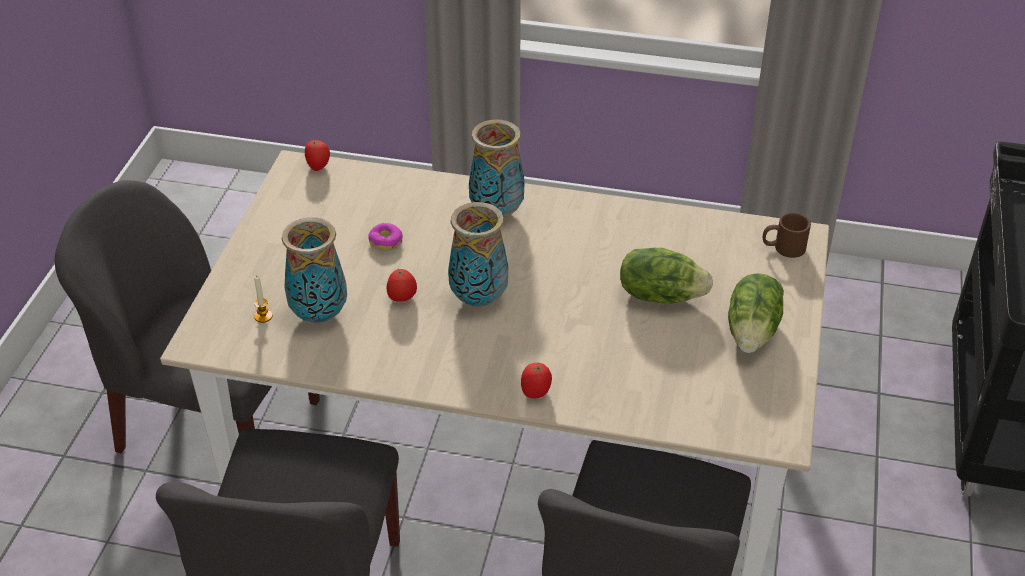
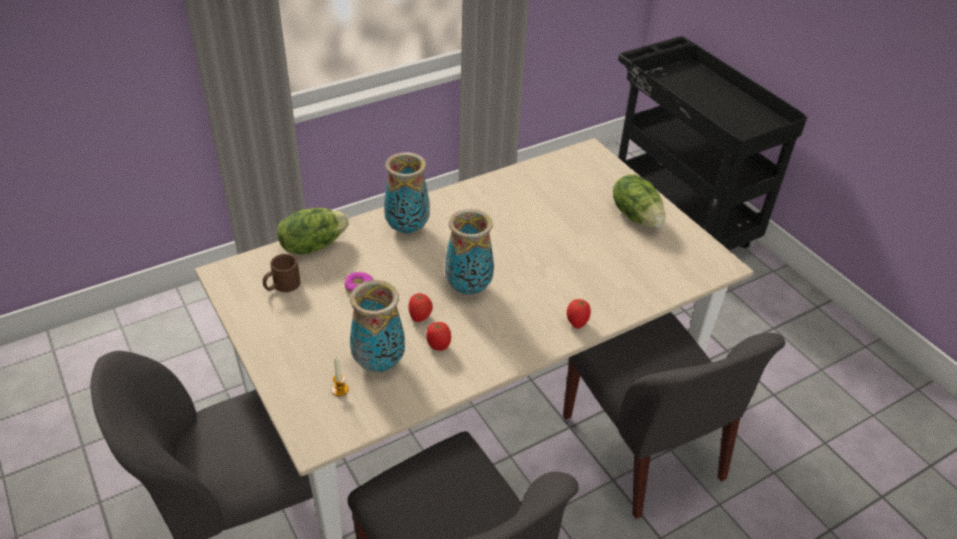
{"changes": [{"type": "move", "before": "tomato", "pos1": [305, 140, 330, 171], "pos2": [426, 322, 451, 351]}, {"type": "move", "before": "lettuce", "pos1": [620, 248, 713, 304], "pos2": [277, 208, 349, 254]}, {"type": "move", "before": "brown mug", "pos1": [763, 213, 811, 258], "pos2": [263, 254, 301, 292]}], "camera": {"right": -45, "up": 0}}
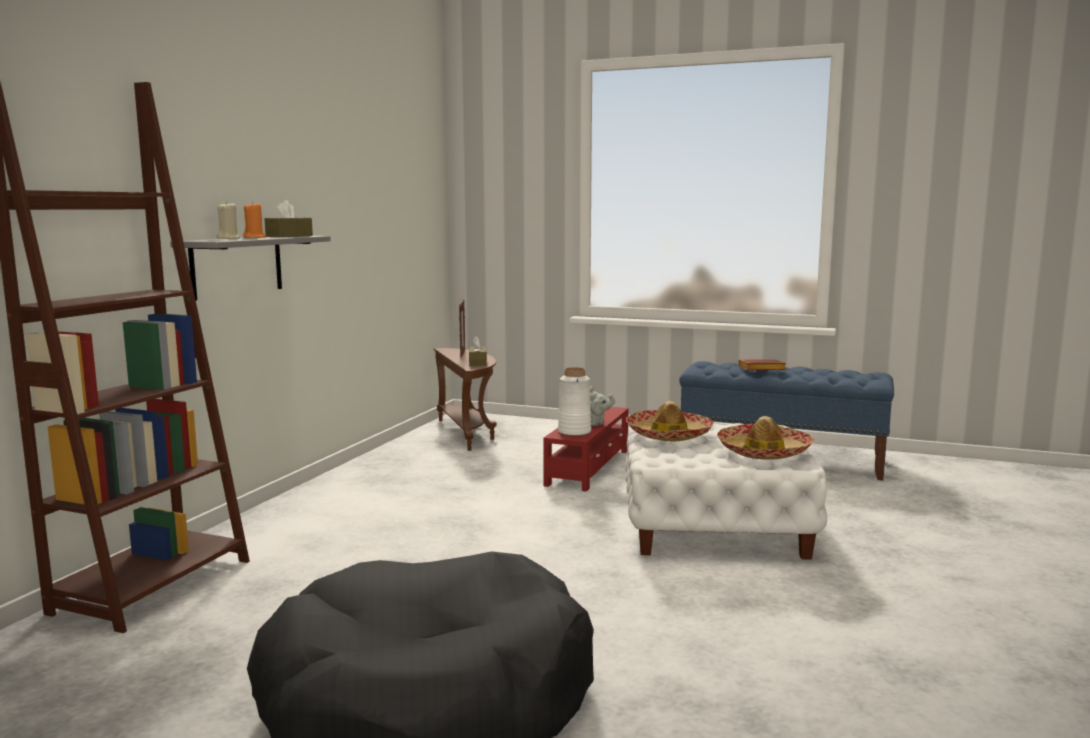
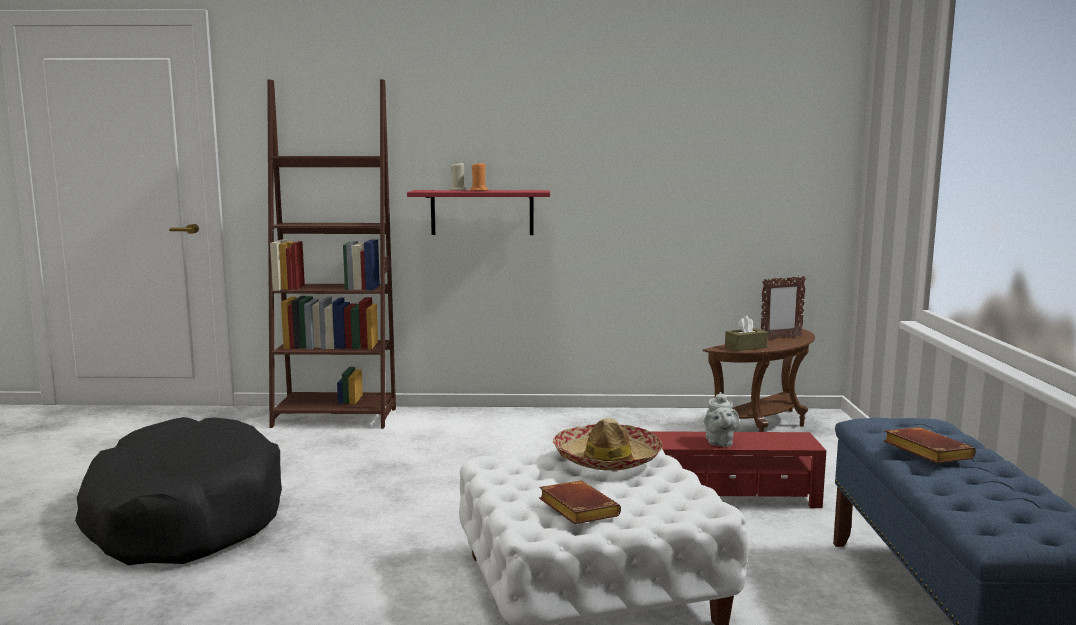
{"changes": [{"type": "recolor", "before": "grey shelf", "after": "red shelf", "pos1": [170, 236, 331, 301], "pos2": [407, 190, 550, 235]}, {"type": "delete", "before": "brown tissue box", "pos1": [265, 200, 313, 237]}, {"type": "delete", "before": "white vase", "pos1": [558, 367, 591, 436]}, {"type": "replace", "before": "hat", "after": "brown book", "pos1": [717, 416, 814, 460], "pos2": [539, 481, 621, 524]}], "camera": {"right": 70, "up": 0}}
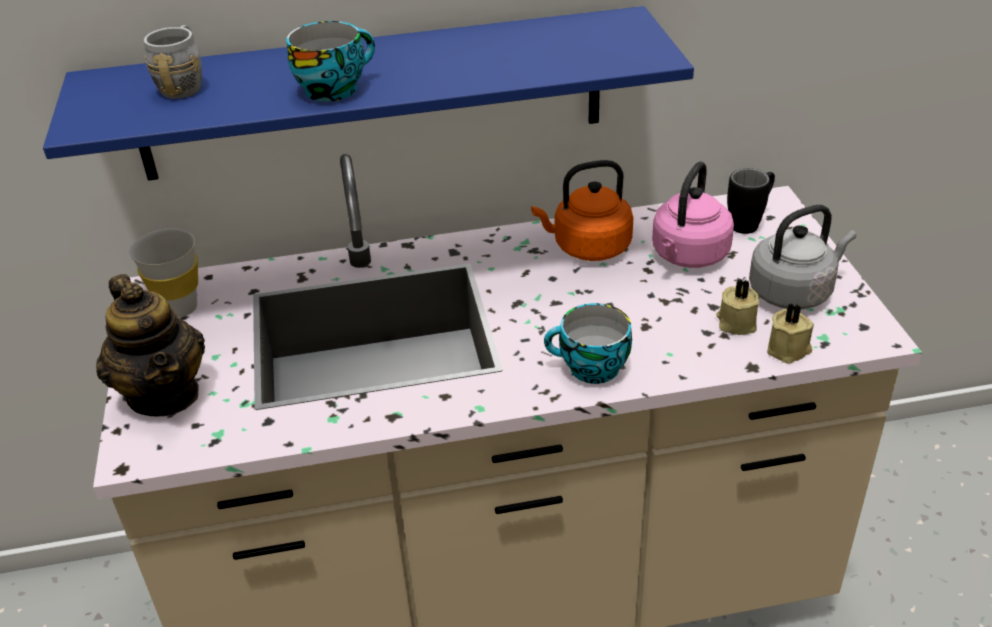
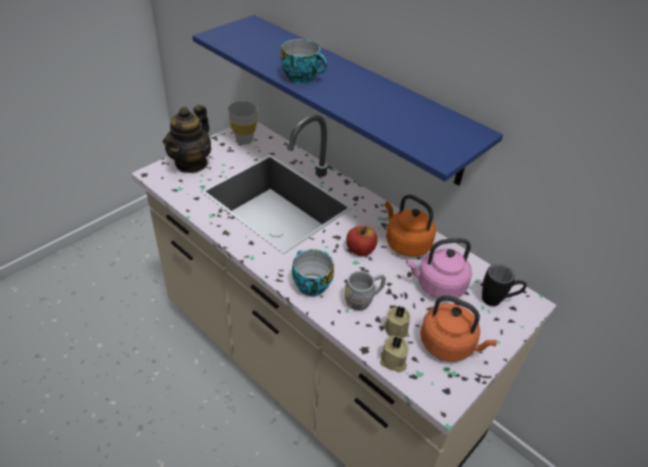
{"changes": [{"type": "move", "before": "grey mug", "pos1": [144, 25, 202, 99], "pos2": [344, 271, 386, 311]}, {"type": "recolor", "before": "grey kettle", "after": "orange kettle", "pos1": [749, 204, 856, 309], "pos2": [420, 295, 497, 362]}, {"type": "insert", "after": "apple", "pos2": [346, 226, 377, 256]}], "camera": {"right": 50, "up": 5}}
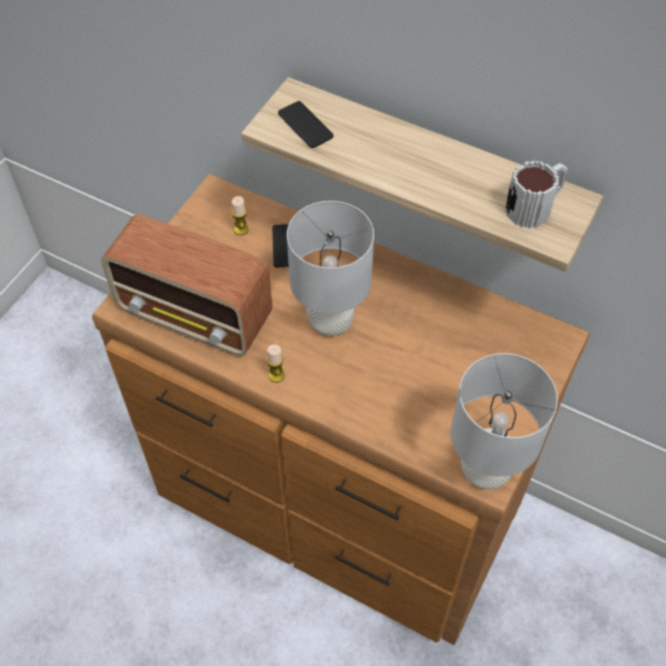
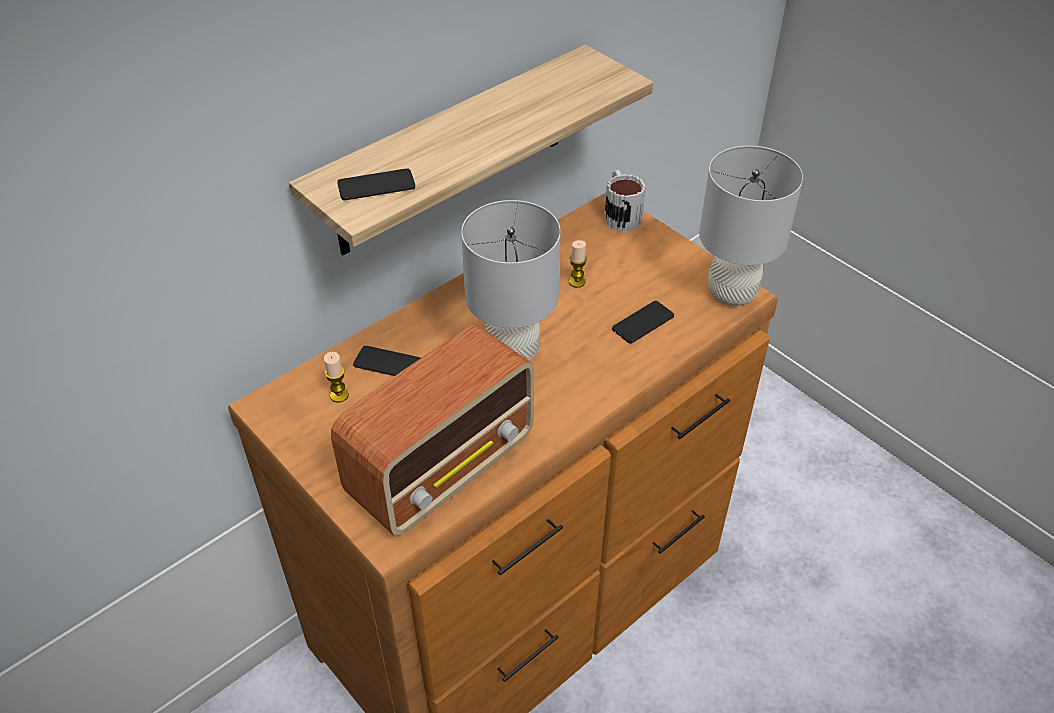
{"changes": [{"type": "move", "before": "candle", "pos1": [267, 344, 285, 382], "pos2": [569, 240, 587, 288]}, {"type": "move", "before": "mug", "pos1": [505, 160, 568, 229], "pos2": [604, 170, 646, 232]}, {"type": "insert", "after": "phone", "pos2": [612, 301, 674, 343]}], "camera": {"right": -70, "up": -10}}
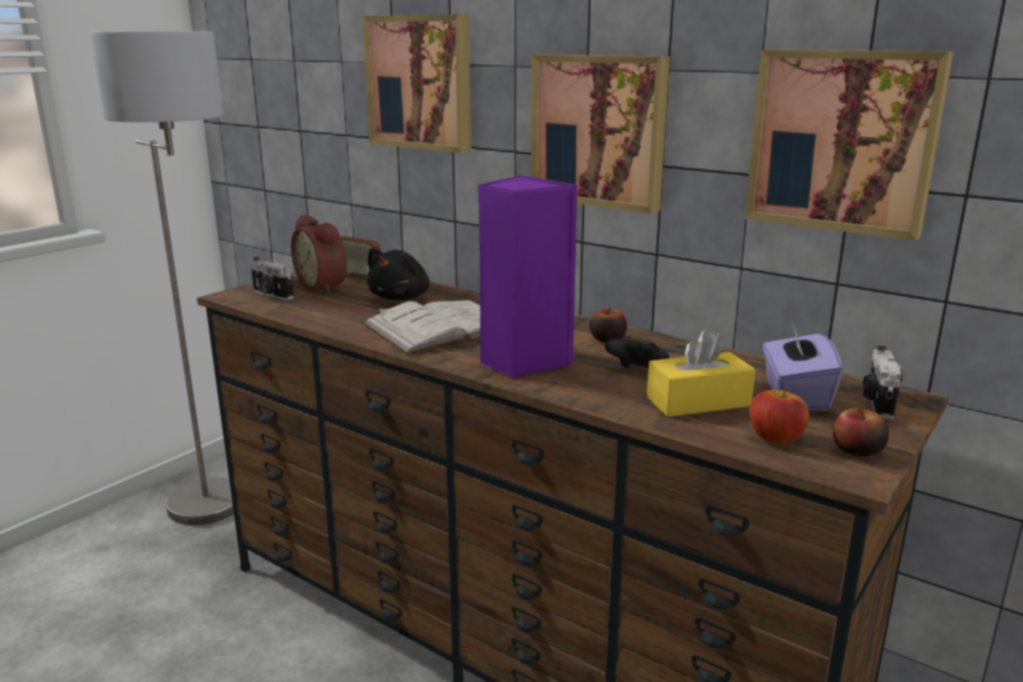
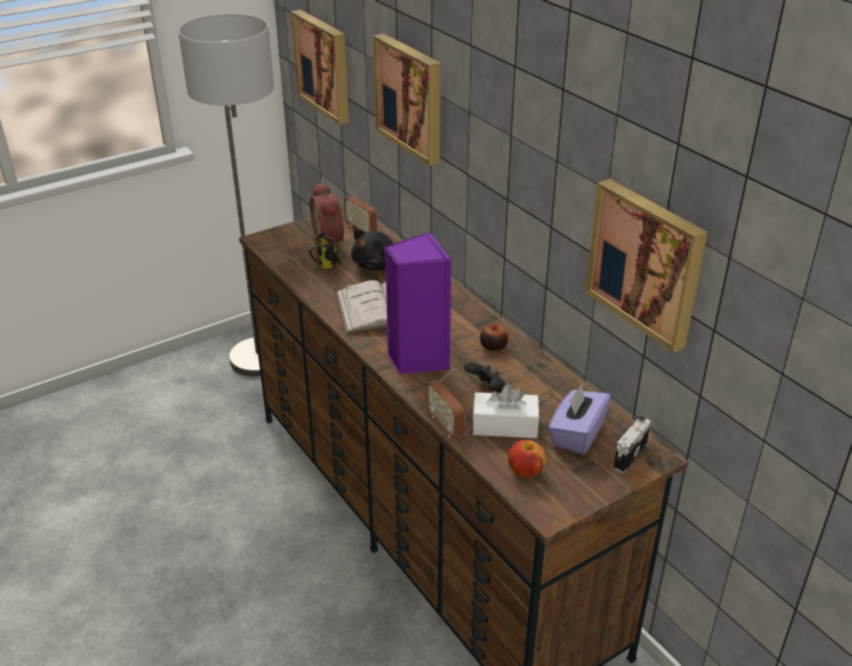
{"changes": [{"type": "delete", "before": "photo camera", "pos1": [250, 257, 294, 300]}, {"type": "move", "before": "picture", "pos1": [531, 54, 670, 214], "pos2": [291, 10, 349, 125]}, {"type": "recolor", "before": "yellow tissue box", "after": "white tissue box", "pos1": [647, 329, 756, 417], "pos2": [472, 384, 539, 438]}, {"type": "delete", "before": "apple", "pos1": [833, 408, 889, 456]}, {"type": "insert", "after": "mug", "pos2": [308, 232, 341, 270]}, {"type": "insert", "after": "radio", "pos2": [426, 368, 465, 438]}], "camera": {"right": 20, "up": 15}}
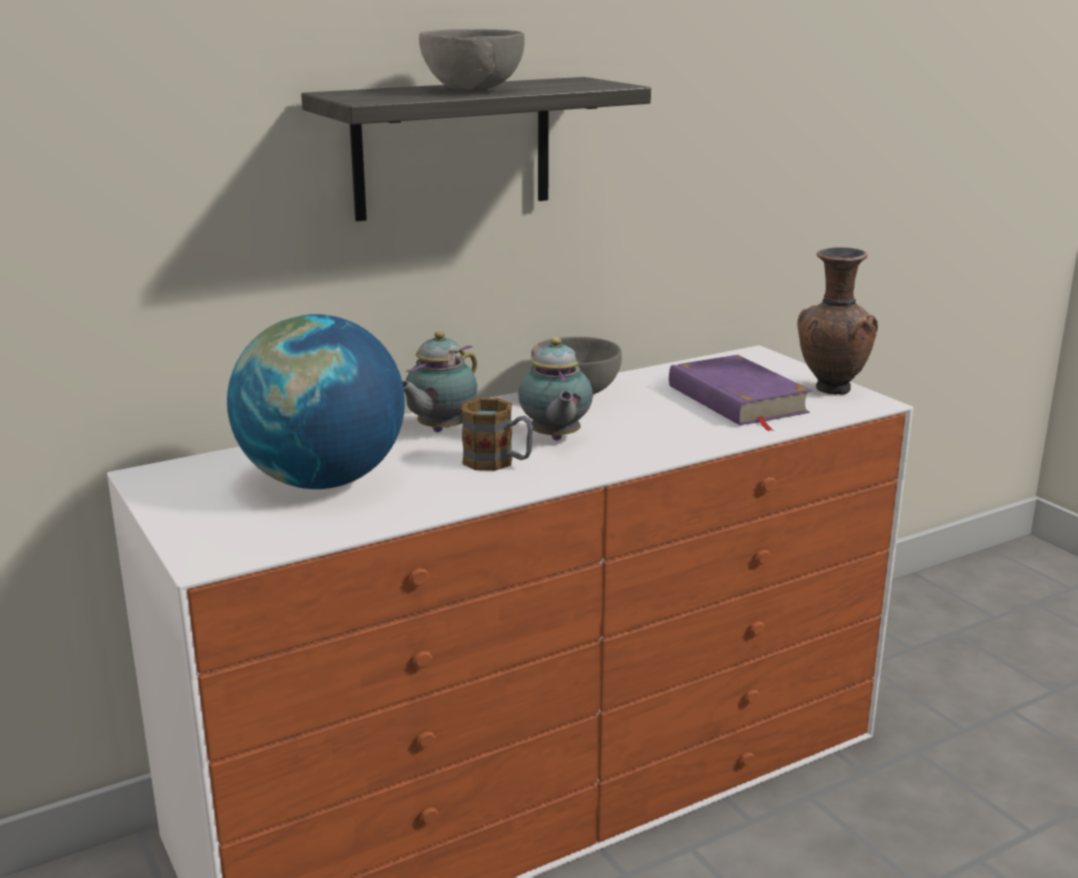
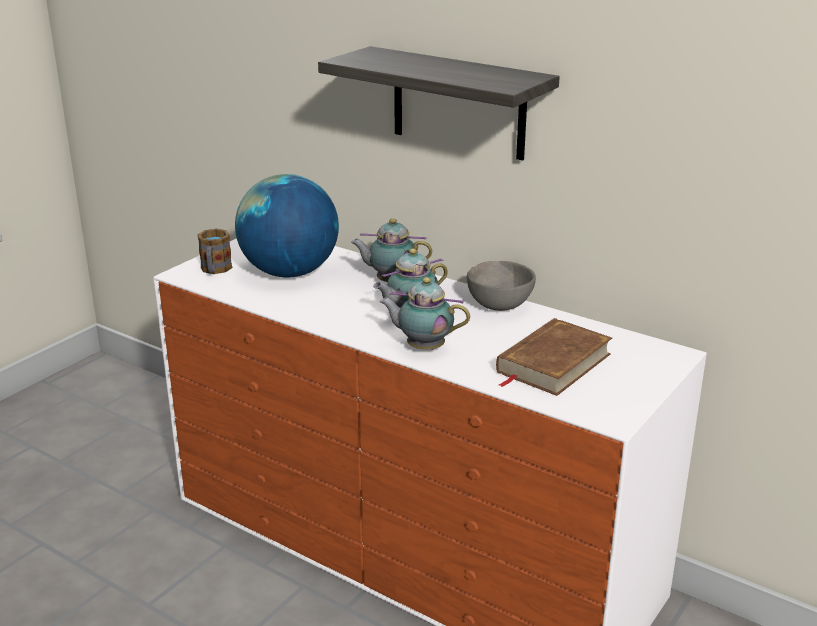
{"changes": [{"type": "delete", "before": "grey bowl", "pos1": [419, 29, 525, 91]}, {"type": "move", "before": "mug", "pos1": [461, 398, 533, 471], "pos2": [197, 229, 232, 274]}, {"type": "recolor", "before": "purple book", "after": "brown book", "pos1": [669, 355, 812, 431], "pos2": [496, 318, 612, 396]}, {"type": "delete", "before": "brown vase", "pos1": [797, 247, 878, 395]}, {"type": "insert", "after": "teapot", "pos2": [379, 277, 470, 350]}], "camera": {"right": 65, "up": 5}}
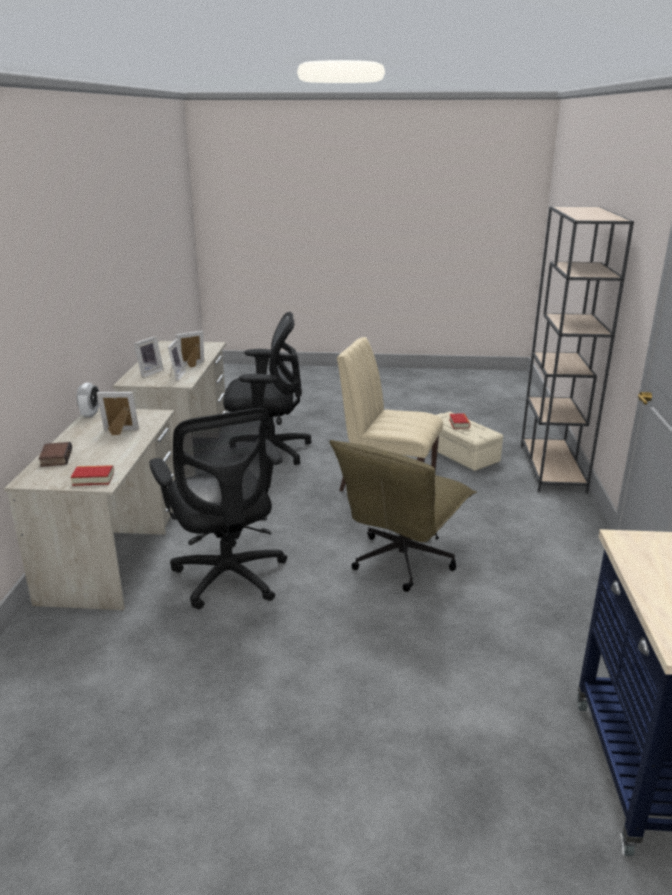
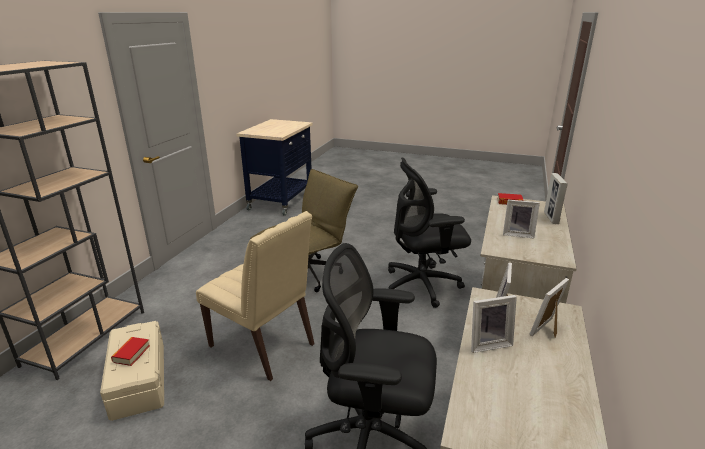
{"changes": [{"type": "replace", "before": "book", "after": "picture frame", "pos1": [38, 442, 72, 467], "pos2": [544, 173, 568, 224]}, {"type": "delete", "before": "alarm clock", "pos1": [77, 383, 99, 418]}, {"type": "rotate", "before": "black office chair", "pos1": [149, 408, 287, 609], "pos2": [388, 158, 471, 308], "turn": -90}], "camera": {"right": -165, "up": 0}}
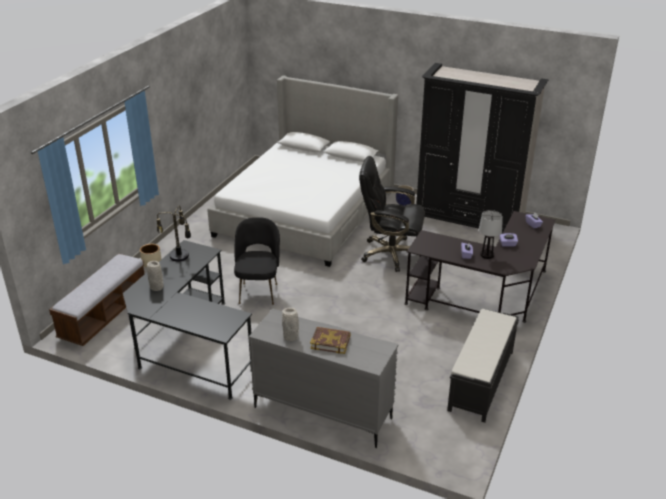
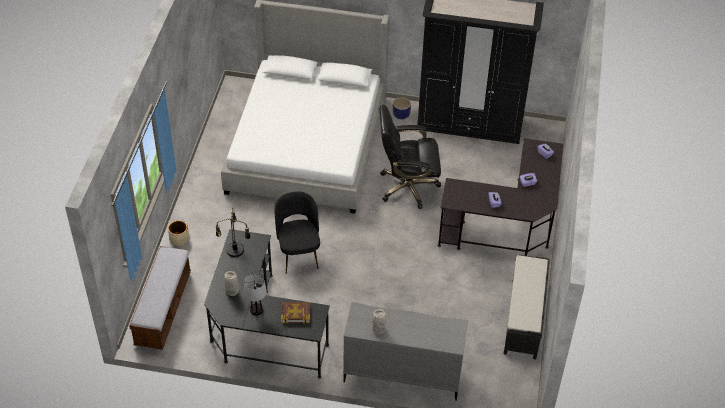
{"changes": [{"type": "move", "before": "book", "pos1": [310, 327, 351, 354], "pos2": [281, 302, 310, 324]}, {"type": "move", "before": "table lamp", "pos1": [479, 210, 503, 259], "pos2": [244, 274, 267, 315]}], "camera": {"right": -15, "up": 15}}
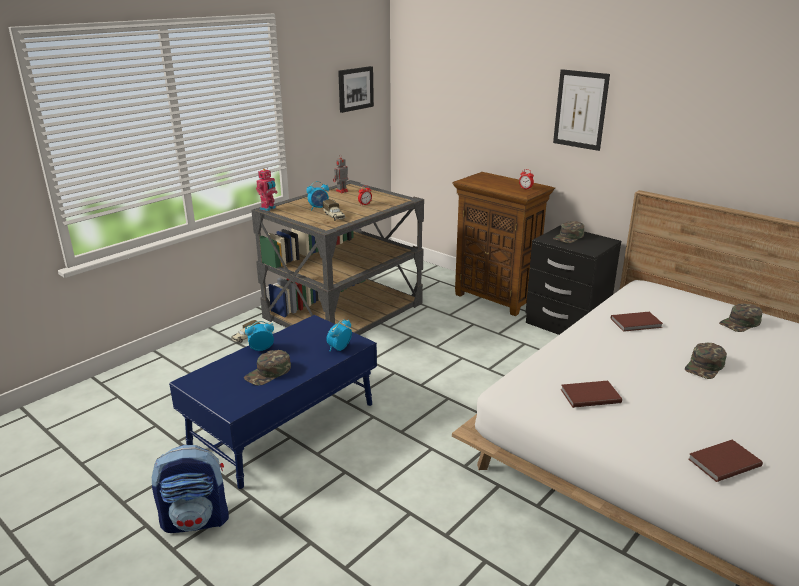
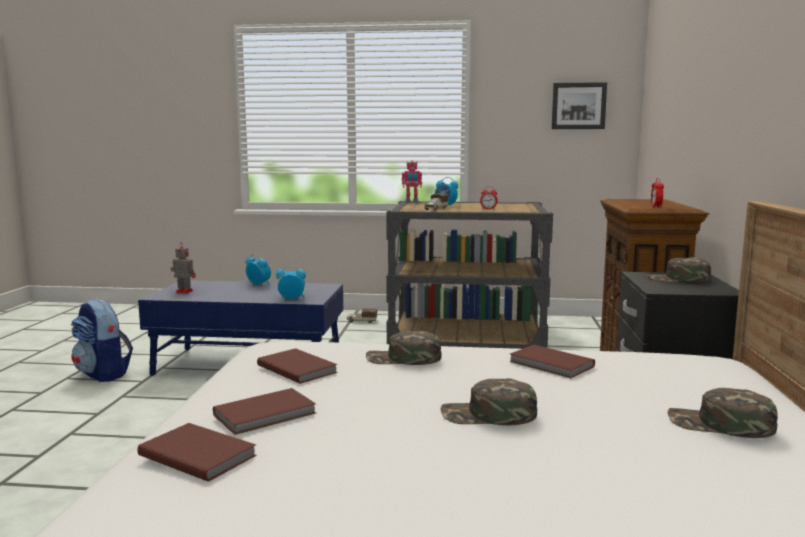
{"changes": [{"type": "move", "before": "green cap", "pos1": [244, 350, 291, 385], "pos2": [366, 331, 442, 365]}, {"type": "move", "before": "toy robot", "pos1": [333, 154, 348, 193], "pos2": [171, 244, 196, 294]}, {"type": "delete", "before": "picture", "pos1": [553, 69, 610, 151]}, {"type": "insert", "after": "brown book", "pos2": [213, 388, 316, 435]}], "camera": {"right": 55, "up": -15}}
